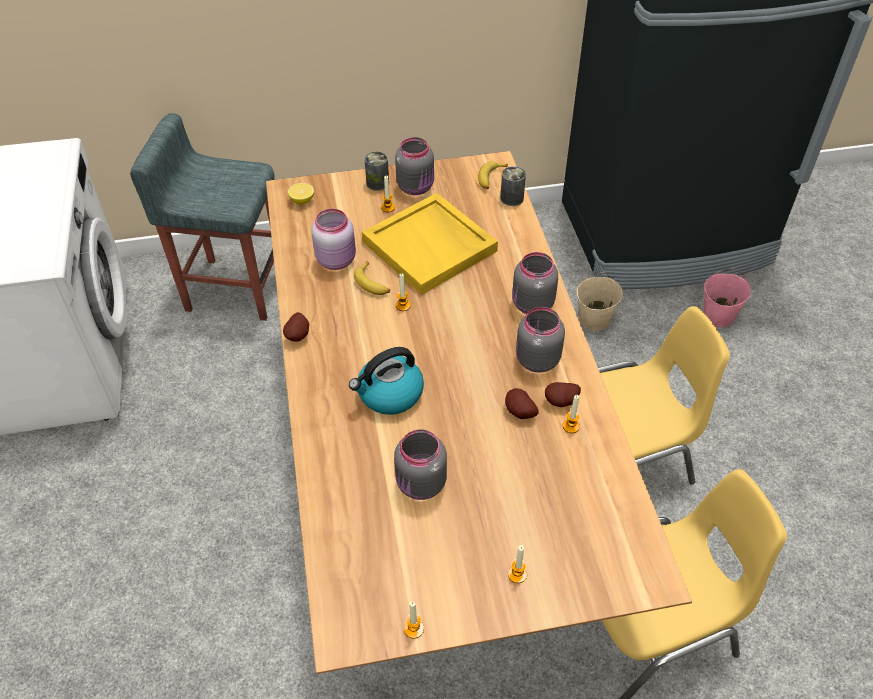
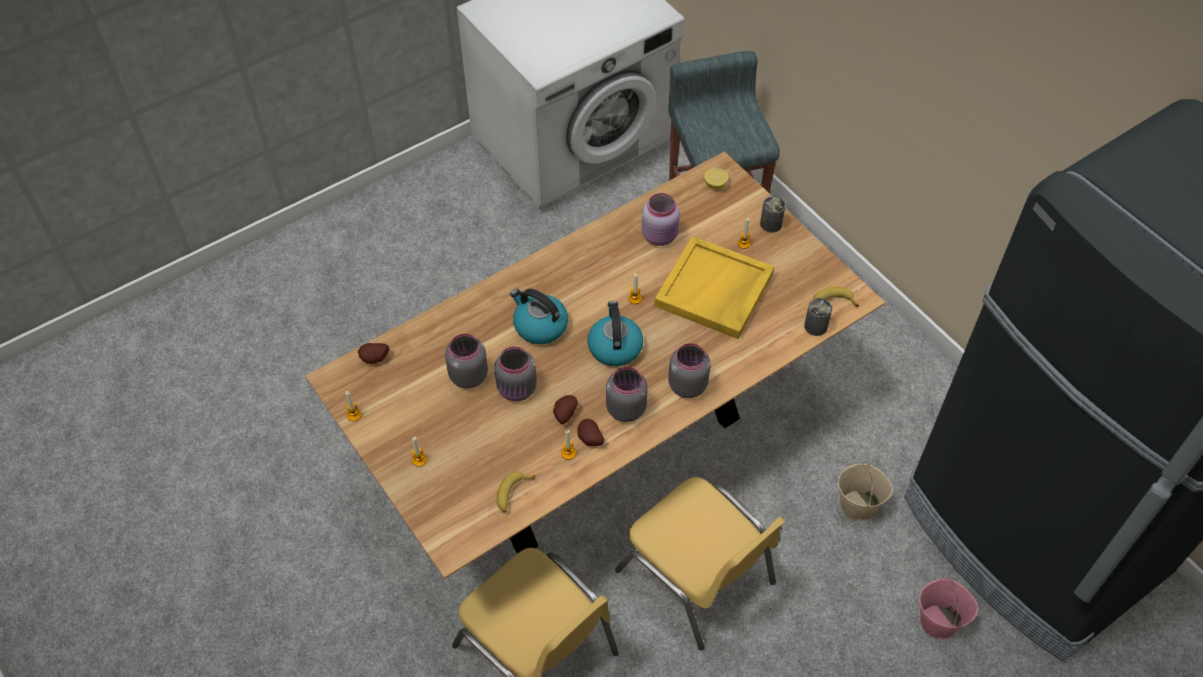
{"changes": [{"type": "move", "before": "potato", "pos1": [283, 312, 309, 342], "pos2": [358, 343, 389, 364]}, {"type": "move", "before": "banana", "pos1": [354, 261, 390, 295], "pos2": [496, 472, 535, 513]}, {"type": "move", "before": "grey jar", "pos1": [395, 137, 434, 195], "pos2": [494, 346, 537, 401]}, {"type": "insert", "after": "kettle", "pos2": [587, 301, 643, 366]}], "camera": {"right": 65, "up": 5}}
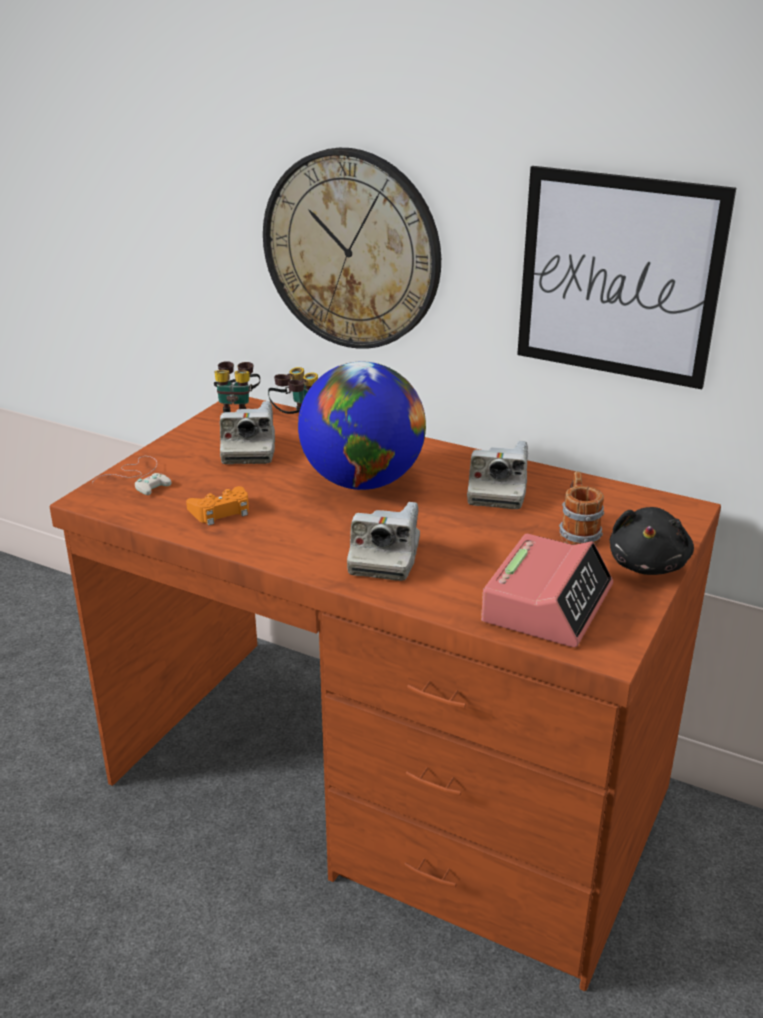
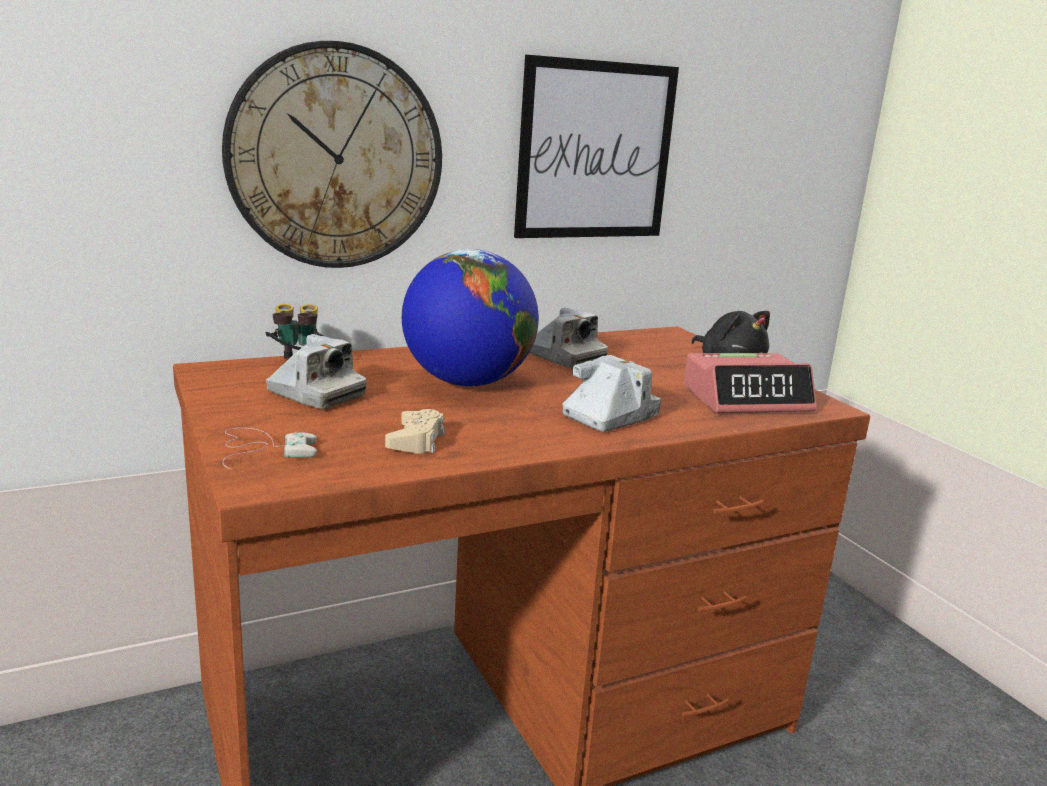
{"changes": [{"type": "recolor", "before": "orange game controller", "after": "beige game controller", "pos1": [186, 486, 249, 525], "pos2": [385, 409, 445, 453]}, {"type": "delete", "before": "binoculars", "pos1": [214, 361, 260, 413]}, {"type": "rotate", "before": "photo camera", "pos1": [347, 502, 420, 581], "pos2": [562, 355, 661, 432], "turn": -90}, {"type": "rotate", "before": "alarm clock", "pos1": [481, 534, 613, 647], "pos2": [683, 353, 817, 413], "turn": 105}, {"type": "delete", "before": "mug", "pos1": [559, 471, 604, 545]}], "camera": {"right": -55, "up": -10}}
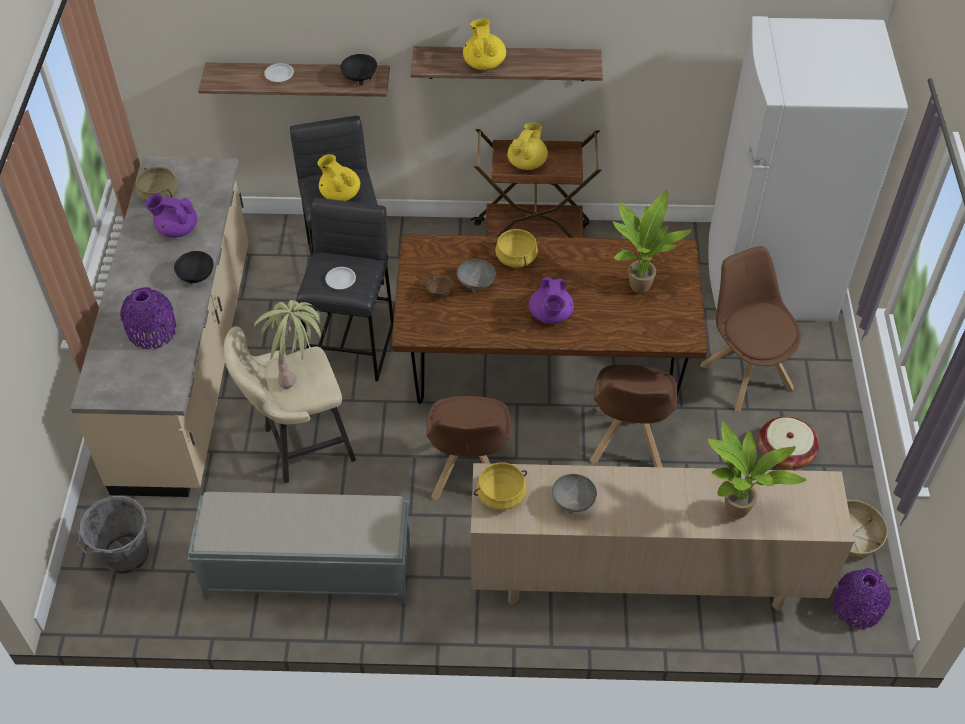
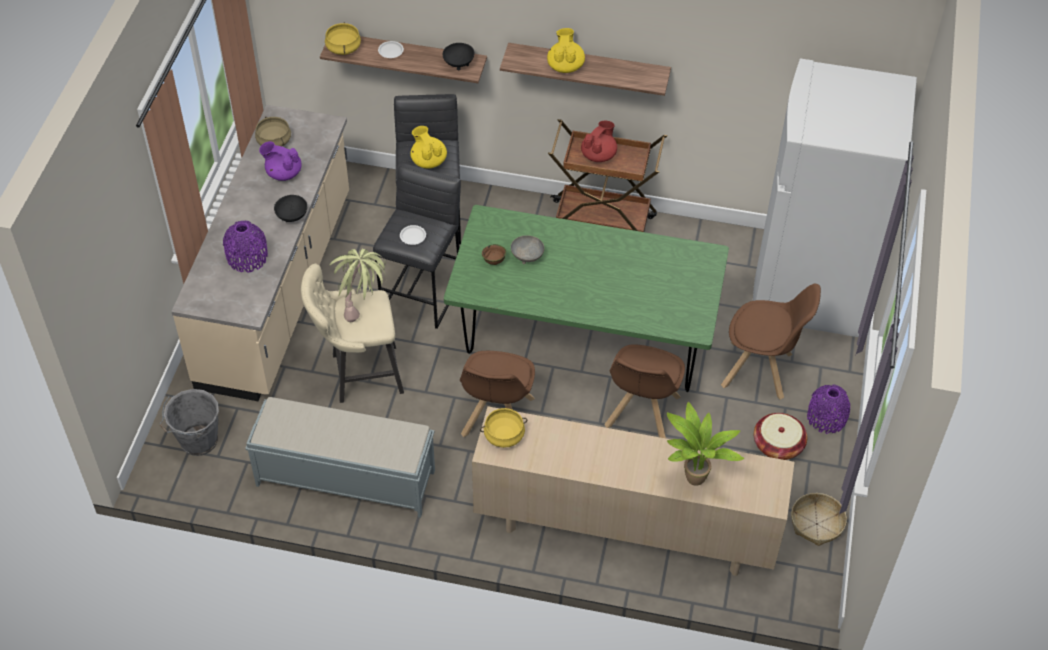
{"changes": [{"type": "recolor", "before": "brown dining table", "after": "green dining table", "pos1": [391, 234, 708, 404], "pos2": [444, 205, 729, 392]}, {"type": "move", "before": "yellow cooking pot", "pos1": [495, 228, 538, 268], "pos2": [325, 22, 361, 55]}, {"type": "recolor", "before": "yellow teapot", "after": "red teapot", "pos1": [507, 123, 548, 170], "pos2": [581, 121, 617, 162]}, {"type": "delete", "before": "purple teapot", "pos1": [529, 277, 574, 324]}, {"type": "delete", "before": "grey bowl", "pos1": [552, 474, 597, 514]}, {"type": "delete", "before": "potted plant", "pos1": [613, 190, 692, 293]}, {"type": "rotate", "before": "brown chair", "pos1": [700, 246, 801, 413], "pos2": [721, 284, 821, 400], "turn": 120}, {"type": "move", "before": "purple vase", "pos1": [833, 568, 891, 629], "pos2": [807, 384, 850, 434]}], "camera": {"right": 10, "up": 0}}
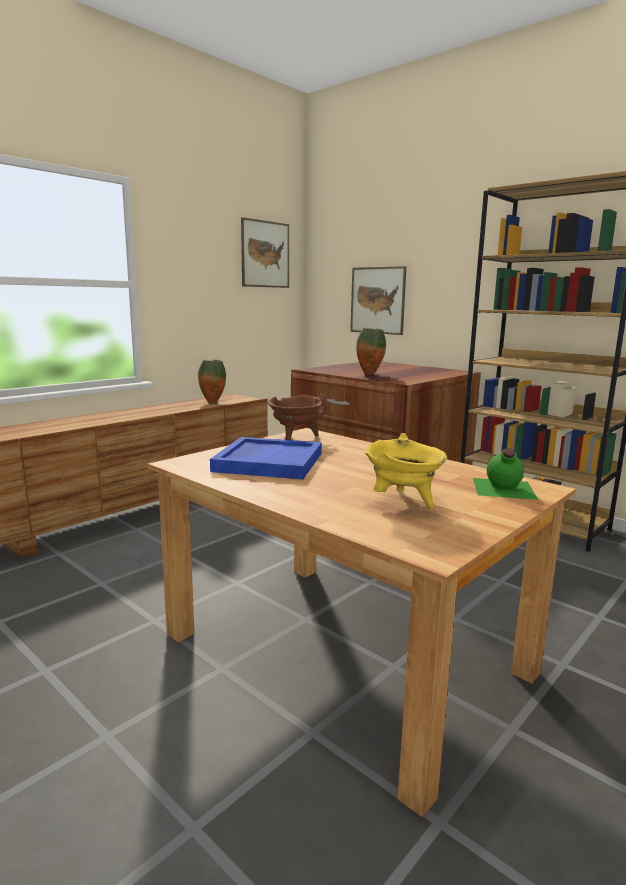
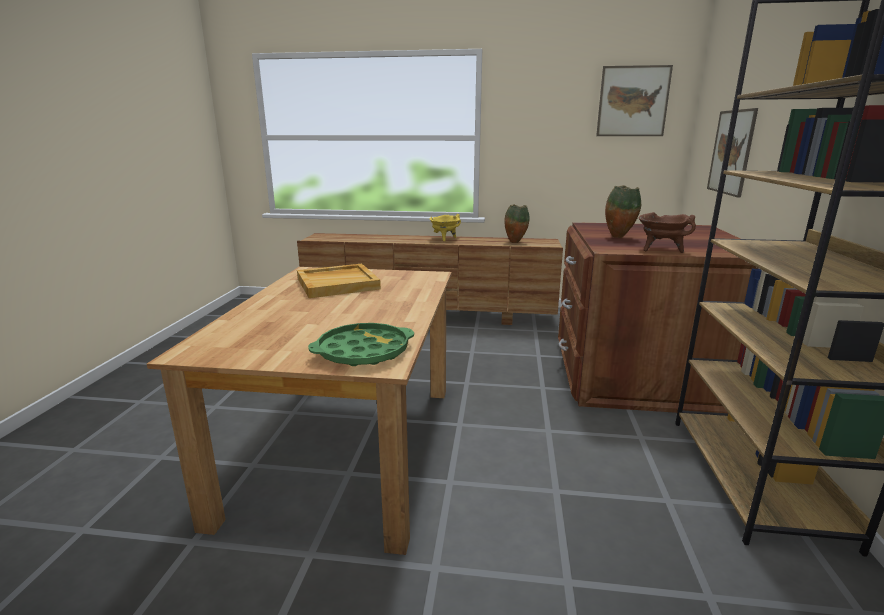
{"changes": [{"type": "recolor", "before": "blue tray", "after": "beige tray", "pos1": [210, 437, 322, 479], "pos2": [297, 264, 381, 298]}, {"type": "move", "before": "brown cooking pot", "pos1": [267, 394, 327, 440], "pos2": [638, 212, 696, 253]}, {"type": "move", "before": "yellow cooking pot", "pos1": [365, 433, 447, 509], "pos2": [430, 214, 461, 242]}, {"type": "replace", "before": "green bottle", "after": "green tray", "pos1": [473, 448, 538, 500], "pos2": [308, 323, 414, 366]}], "camera": {"right": 55, "up": 5}}
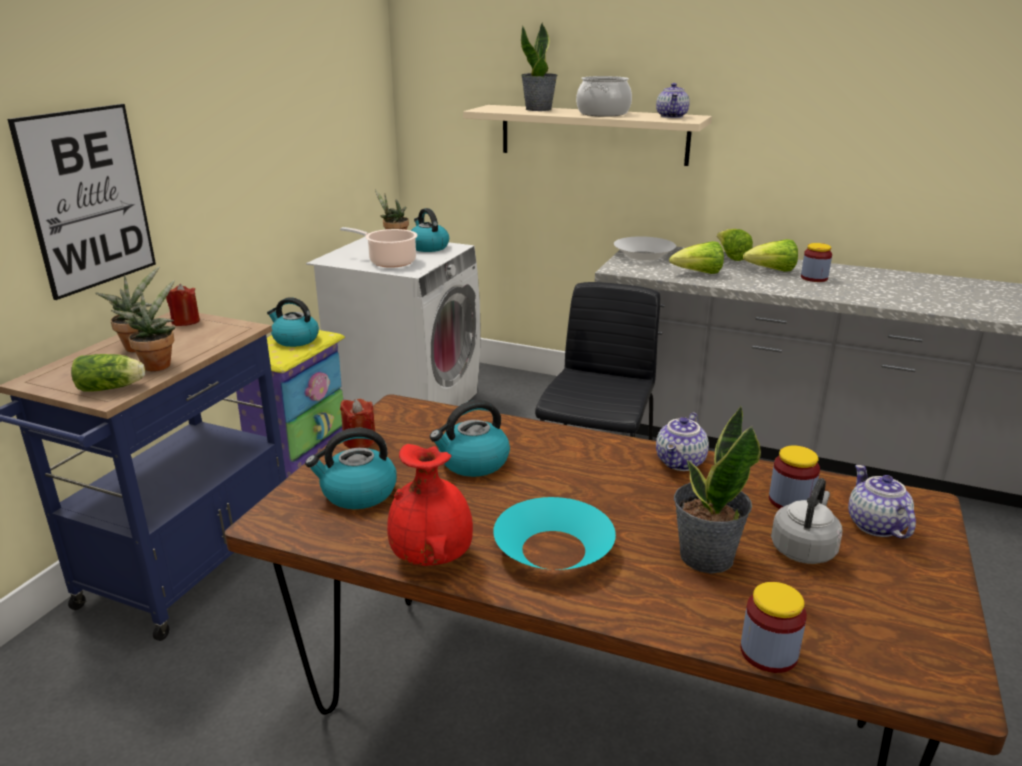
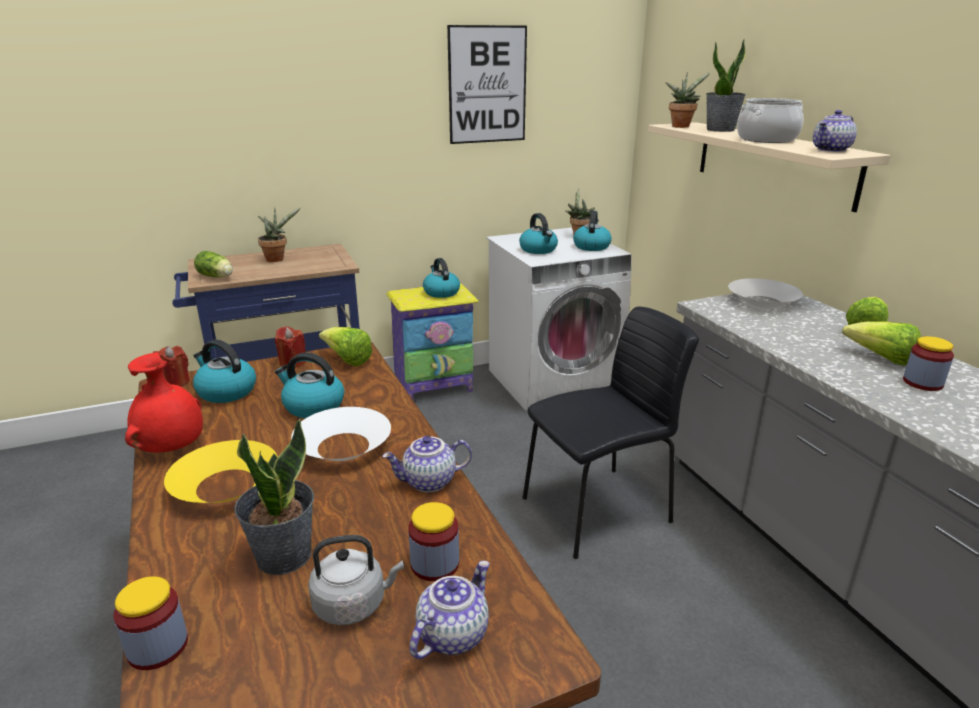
{"changes": [{"type": "move", "before": "picture", "pos1": [7, 104, 156, 300], "pos2": [447, 25, 527, 144]}, {"type": "move", "before": "potted plant", "pos1": [111, 280, 175, 371], "pos2": [665, 72, 711, 128]}, {"type": "move", "before": "red candle", "pos1": [166, 284, 200, 326], "pos2": [153, 346, 190, 387]}, {"type": "replace", "before": "cooking pot", "after": "kettle", "pos1": [340, 227, 417, 268], "pos2": [519, 213, 558, 254]}, {"type": "recolor", "before": "turquoise bowl", "after": "yellow bowl", "pos1": [493, 497, 616, 570], "pos2": [164, 440, 278, 503]}, {"type": "move", "before": "lettuce", "pos1": [669, 241, 724, 274], "pos2": [319, 327, 373, 366]}, {"type": "insert", "after": "white bowl", "pos2": [291, 407, 391, 461]}], "camera": {"right": 45, "up": 0}}
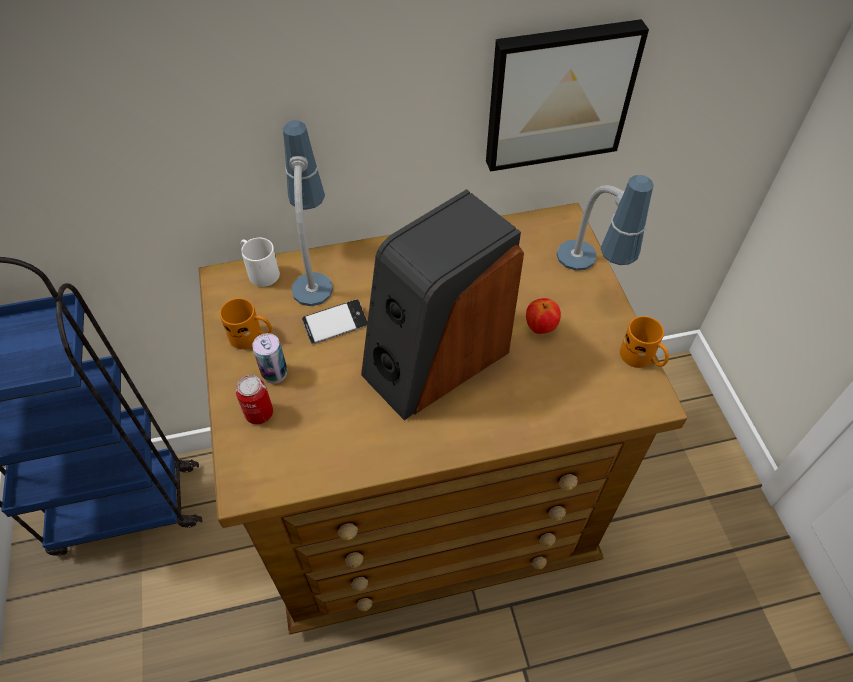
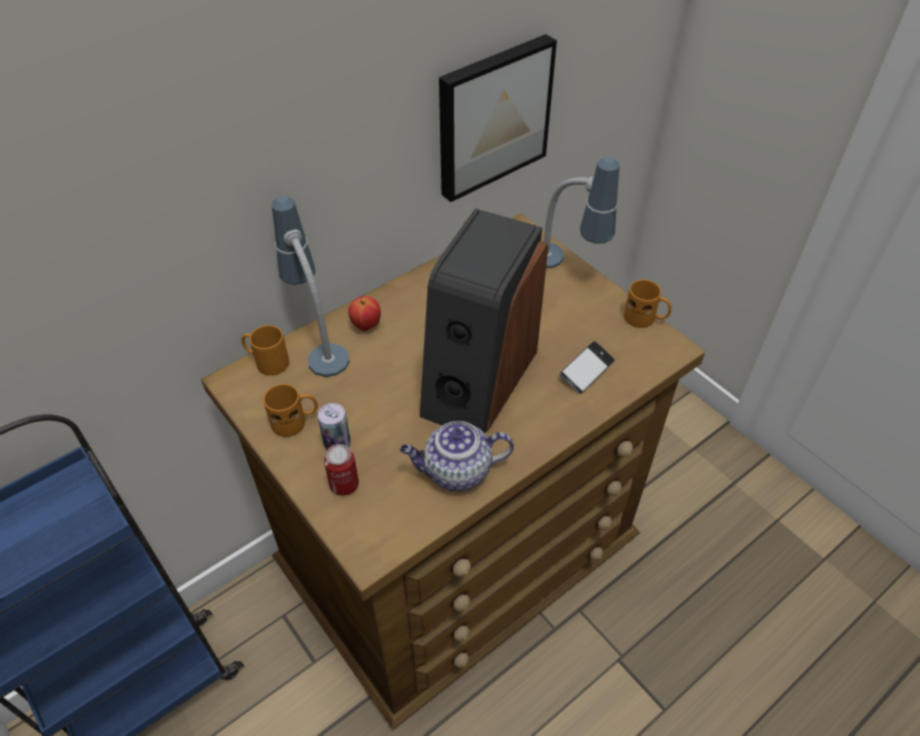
{"changes": [{"type": "recolor", "before": "white mug", "after": "orange mug", "pos1": [241, 238, 280, 287], "pos2": [241, 325, 289, 376]}, {"type": "move", "before": "phone", "pos1": [302, 299, 368, 344], "pos2": [559, 341, 615, 394]}, {"type": "move", "before": "apple", "pos1": [526, 298, 561, 334], "pos2": [348, 296, 381, 331]}, {"type": "insert", "after": "teapot", "pos2": [400, 421, 514, 491]}], "camera": {"right": -25, "up": -5}}
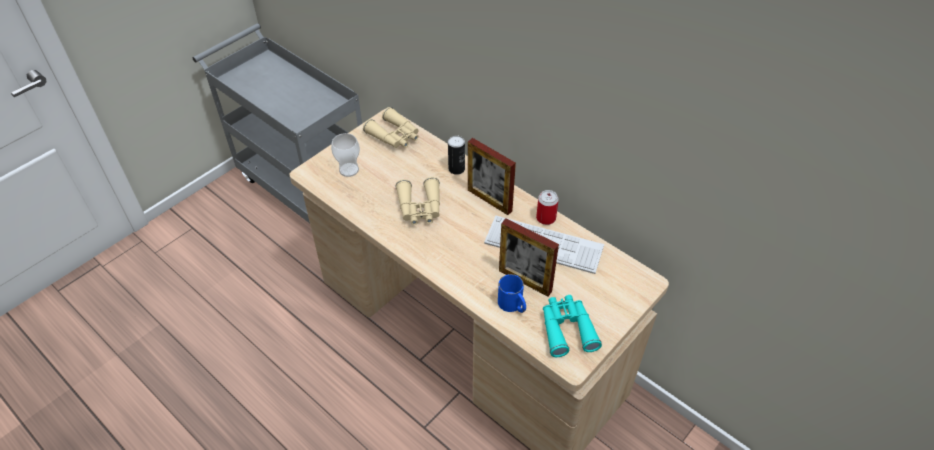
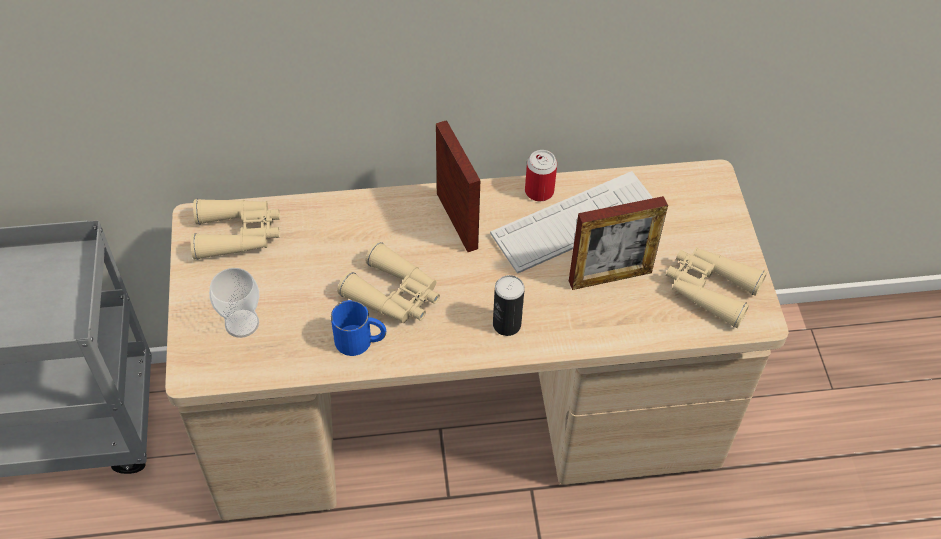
{"changes": [{"type": "move", "before": "can", "pos1": [448, 135, 465, 175], "pos2": [493, 275, 525, 336]}, {"type": "rotate", "before": "picture frame", "pos1": [468, 138, 516, 215], "pos2": [436, 120, 480, 252], "turn": -105}, {"type": "move", "before": "blue mug", "pos1": [498, 274, 526, 313], "pos2": [331, 300, 386, 356]}, {"type": "recolor", "before": "turquoise binoculars", "after": "beige binoculars", "pos1": [543, 295, 602, 357], "pos2": [666, 247, 767, 328]}], "camera": {"right": -50, "up": 5}}
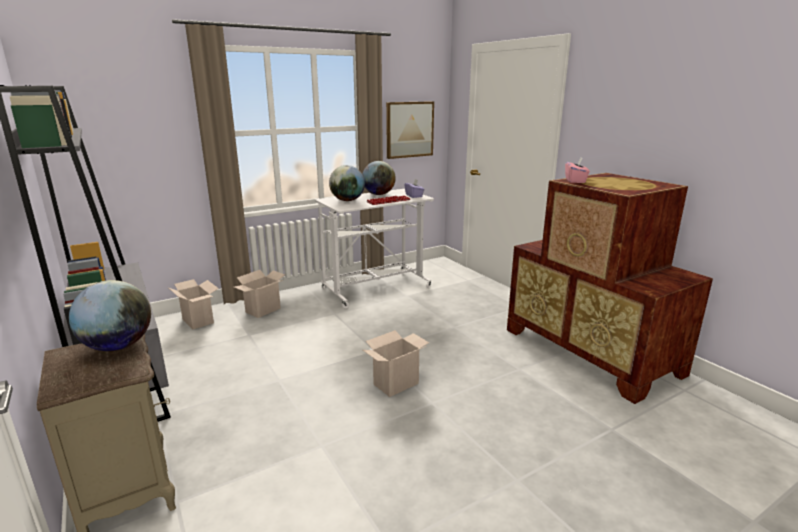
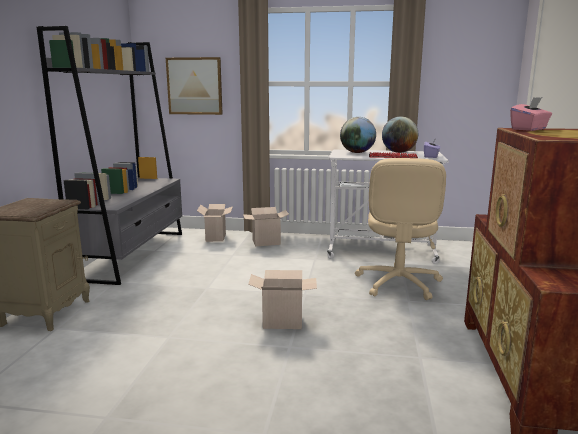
{"changes": [{"type": "delete", "before": "globe", "pos1": [69, 280, 151, 351]}, {"type": "move", "before": "picture", "pos1": [386, 101, 434, 159], "pos2": [166, 57, 223, 115]}, {"type": "insert", "after": "beige office chair", "pos2": [355, 158, 446, 300]}], "camera": {"right": 40, "up": -5}}
